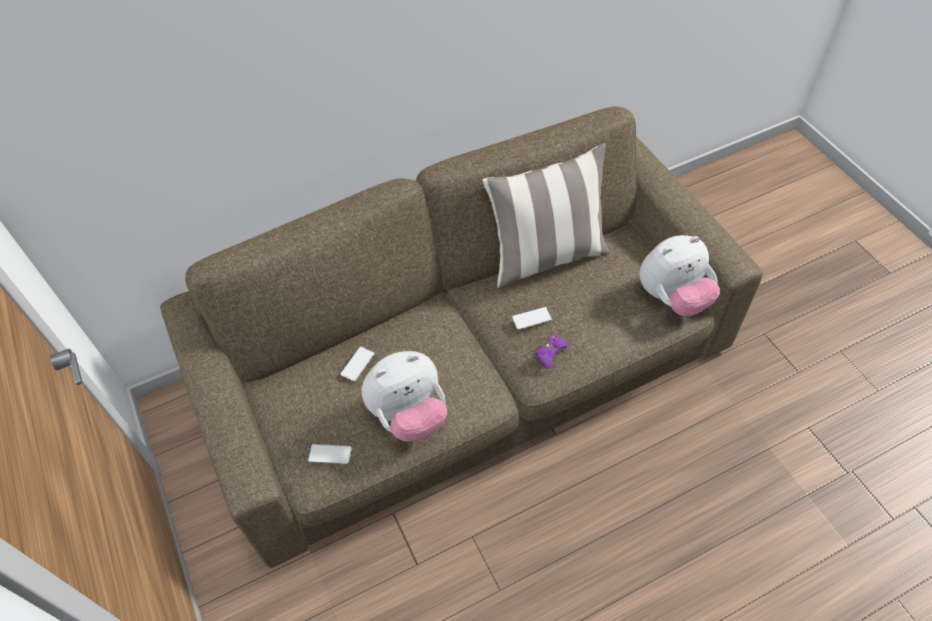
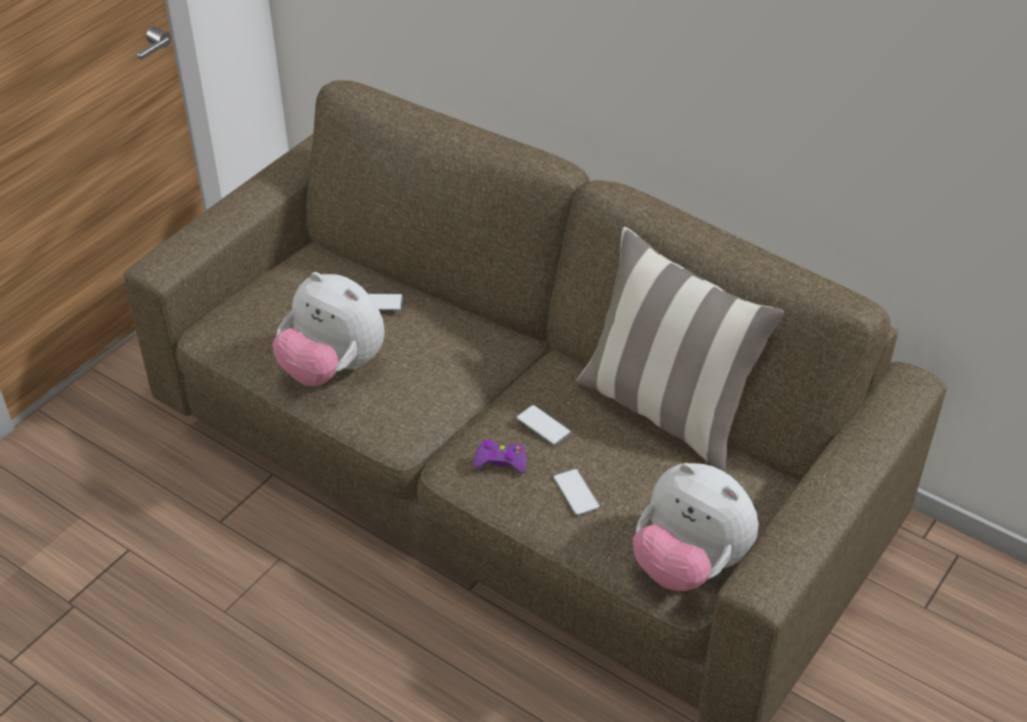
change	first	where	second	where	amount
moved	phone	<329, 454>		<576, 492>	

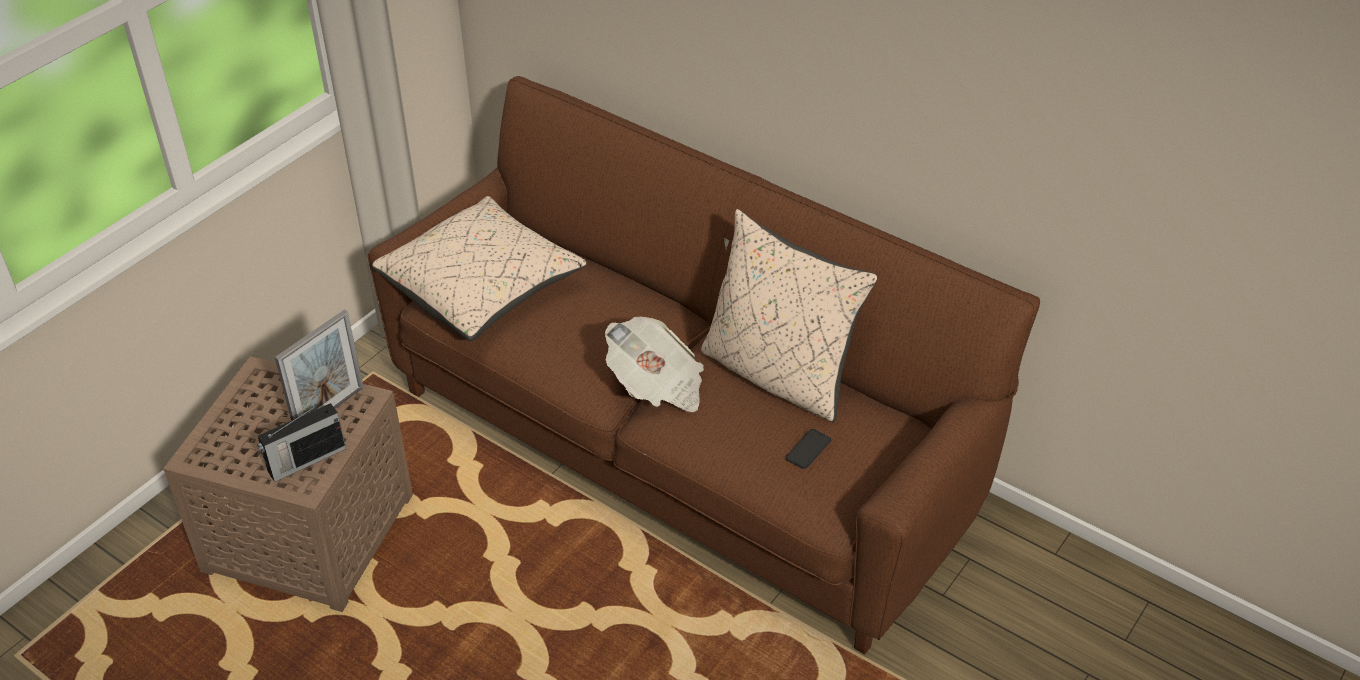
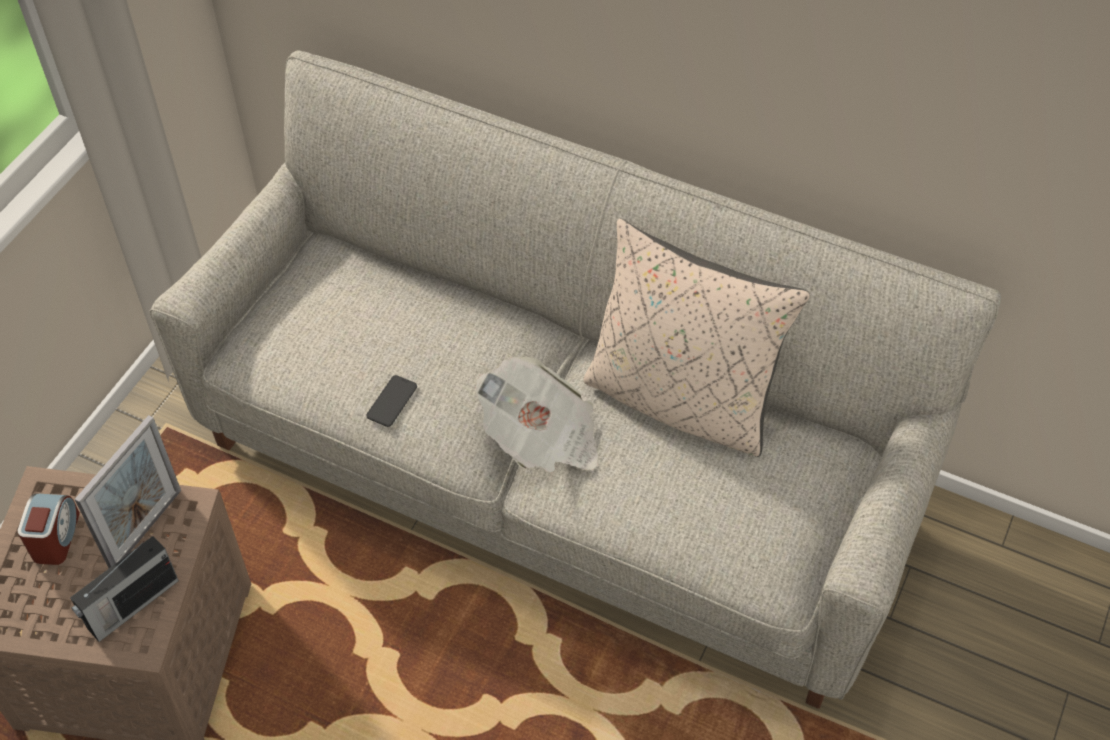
change	first	where	second	where	amount
added			alarm clock	<56, 538>	
recoloured	brown sofa	<680, 451>	grey sofa	<555, 477>	
moved	phone	<808, 449>		<392, 401>	
removed	beige pillow	<482, 288>			

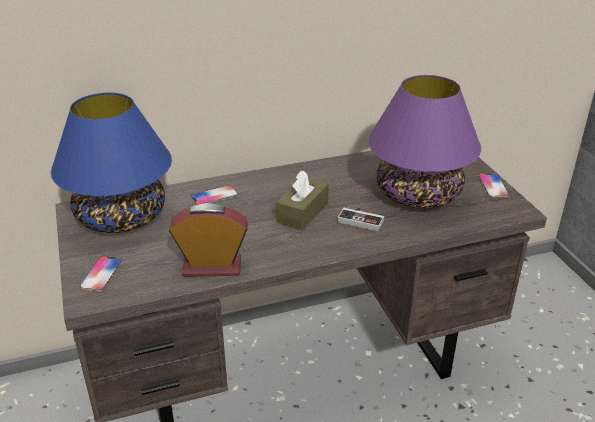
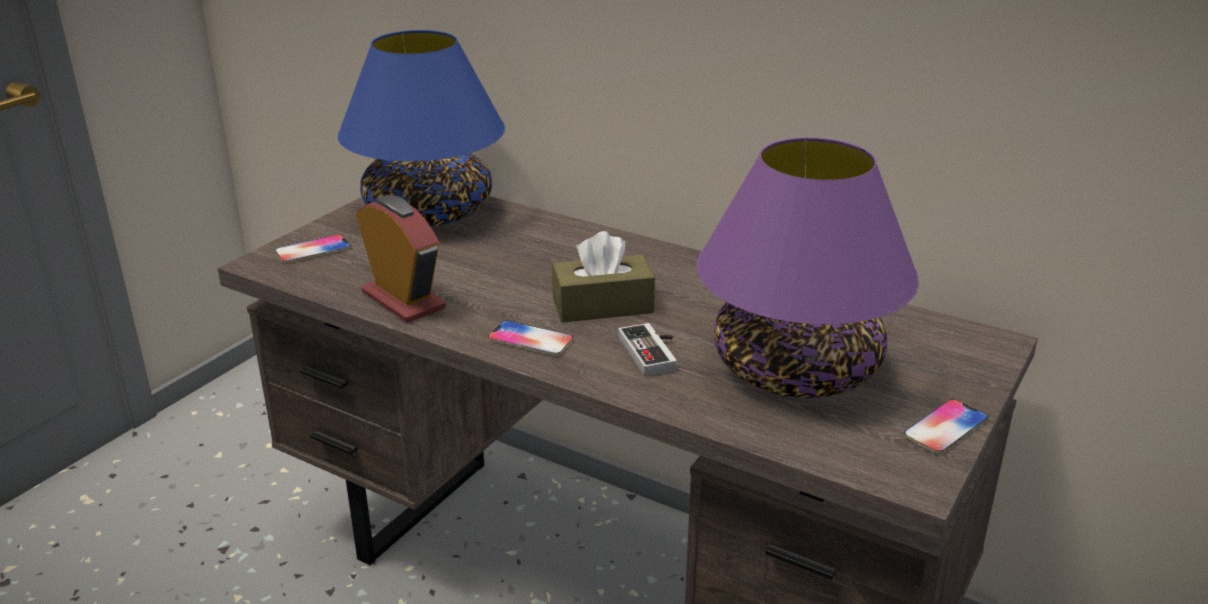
change	first	where	second	where	amount
moved	phone	<214, 196>		<530, 339>	

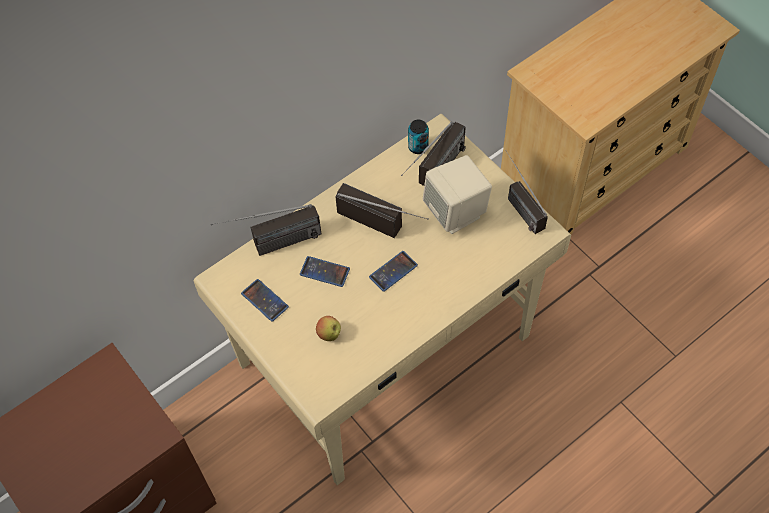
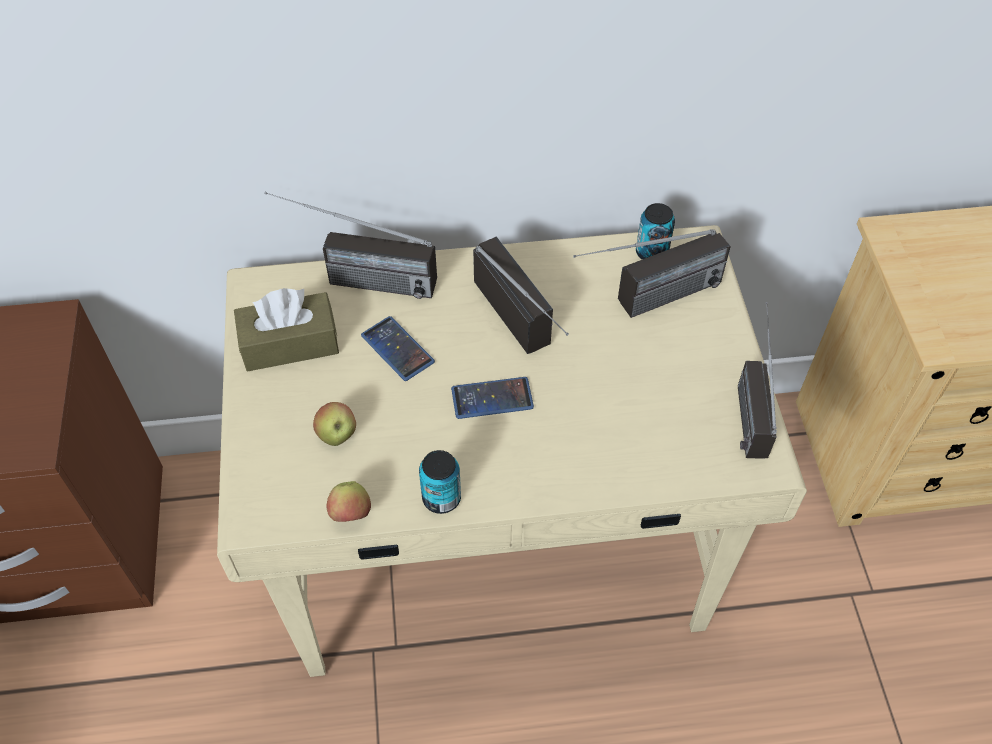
change	first	where	second	where	amount
replaced	phone	<264, 300>	brown tissue box	<290, 344>	
added			apple	<351, 514>	
added			can	<441, 498>	
removed	beige speaker	<456, 212>			

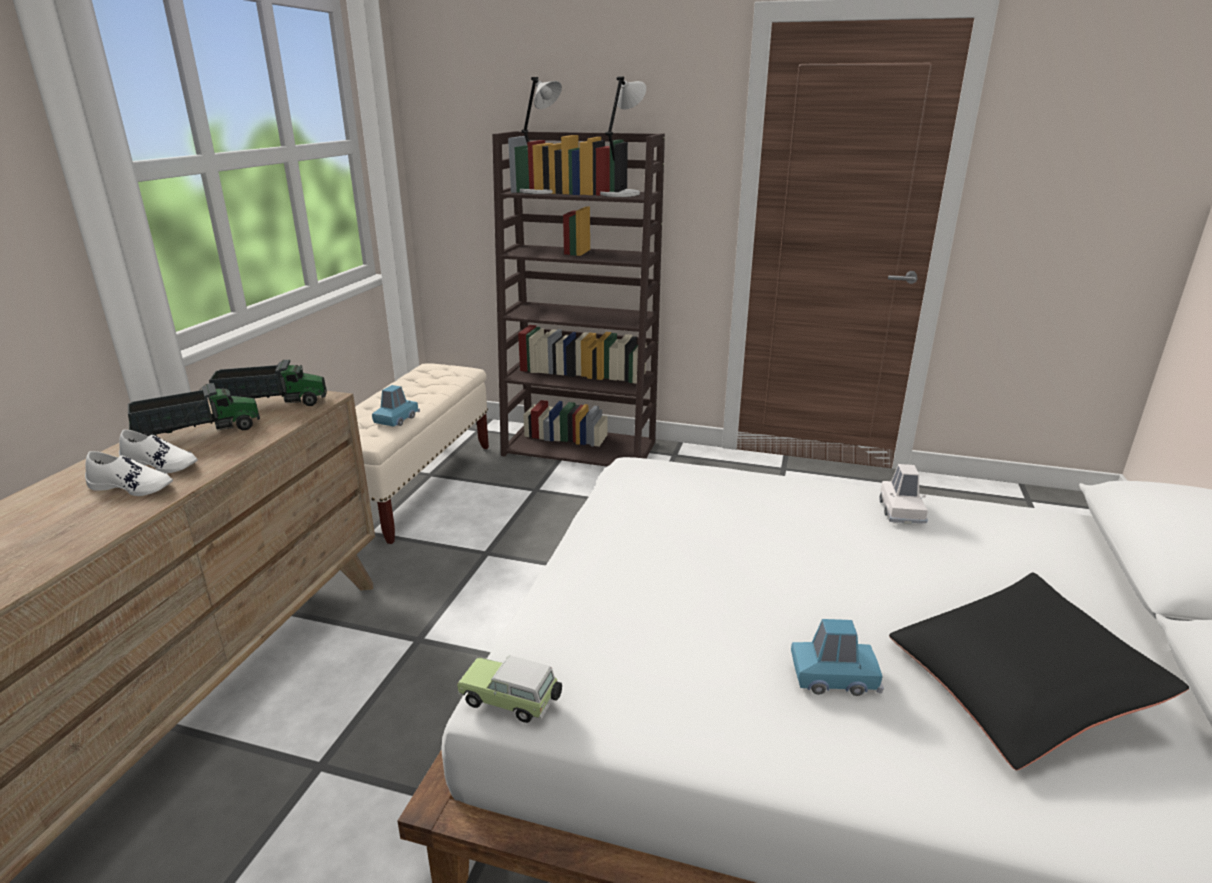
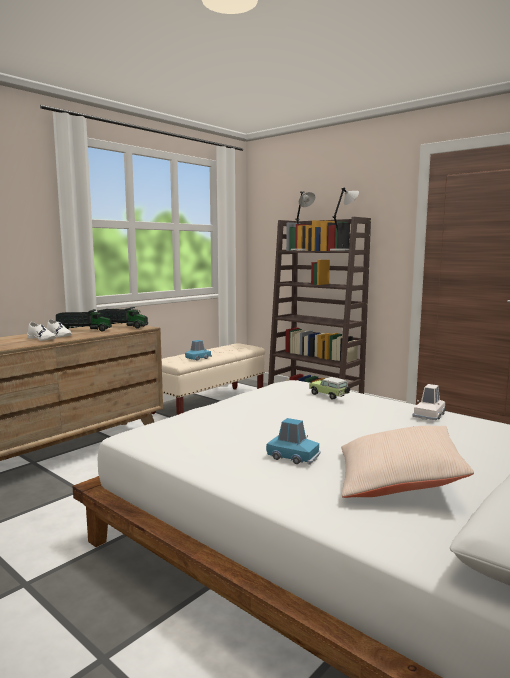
change	first	where	second	where	amount
moved	toy car	<512, 702>		<329, 395>	
recoloured	black pillow	<1016, 689>	beige pillow	<397, 481>	

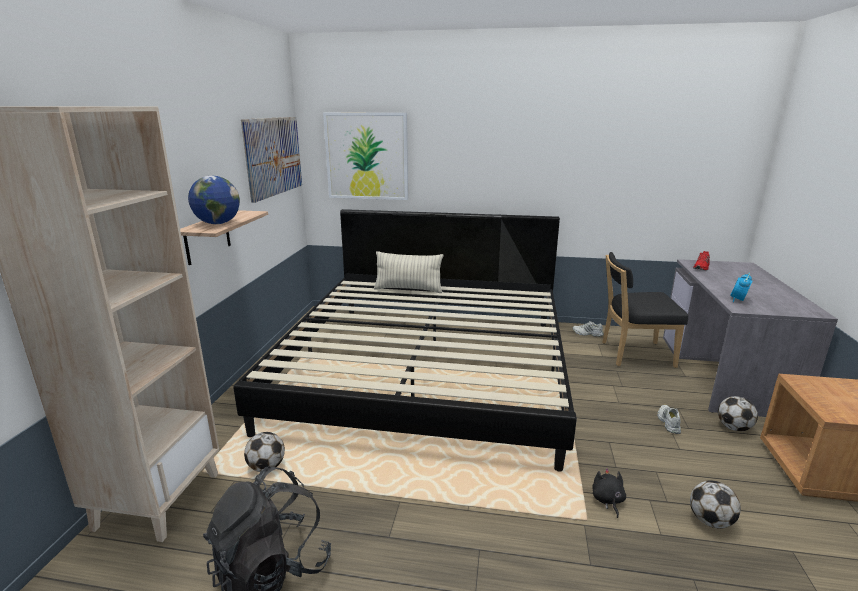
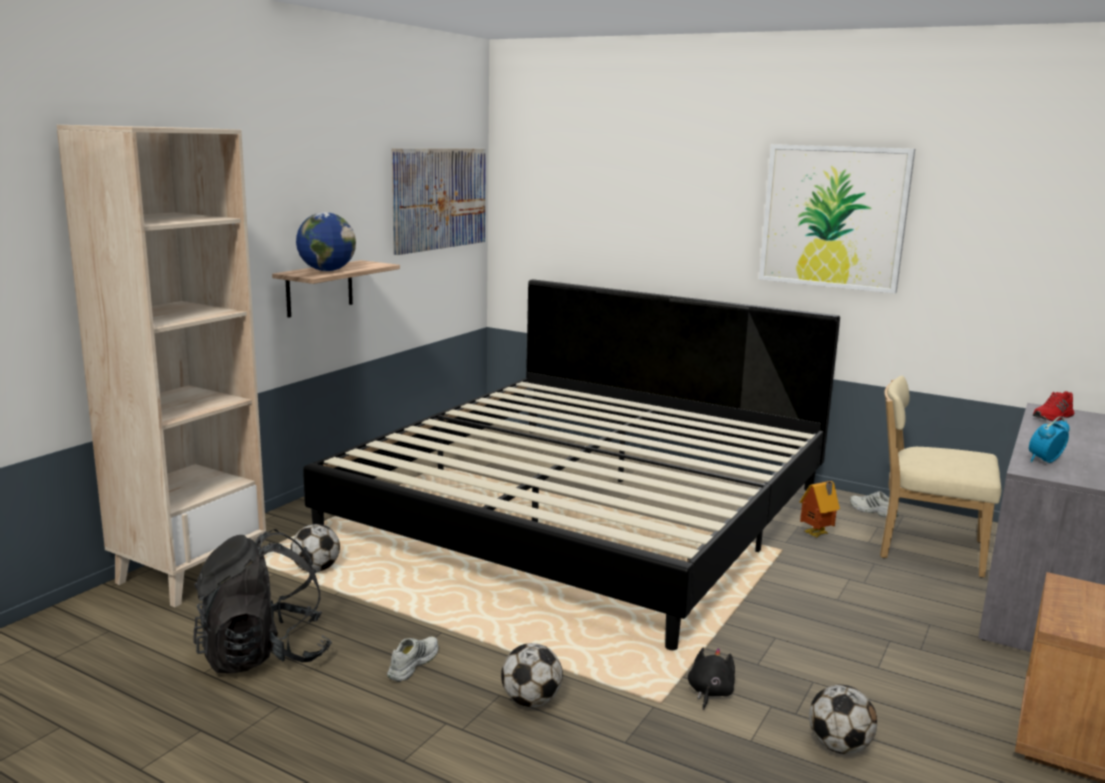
change	first	where	second	where	amount
moved	white shoe	<668, 422>		<412, 663>	
moved	football	<733, 428>		<531, 701>	
moved	picture	<367, 156>		<833, 217>	
added			toy house	<817, 535>	
recoloured	black chair	<633, 354>	beige chair	<925, 549>	
removed	pillow	<408, 289>			

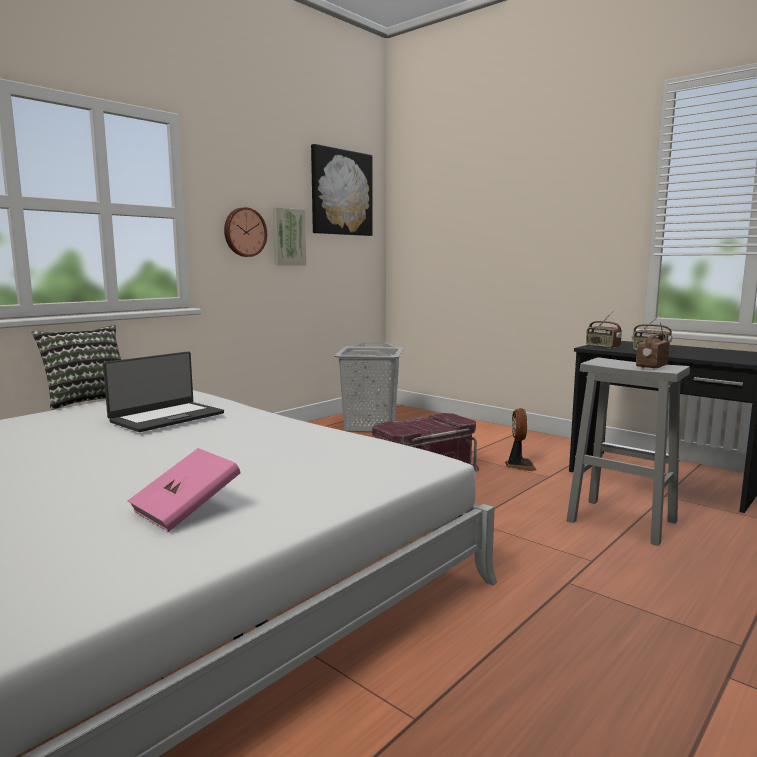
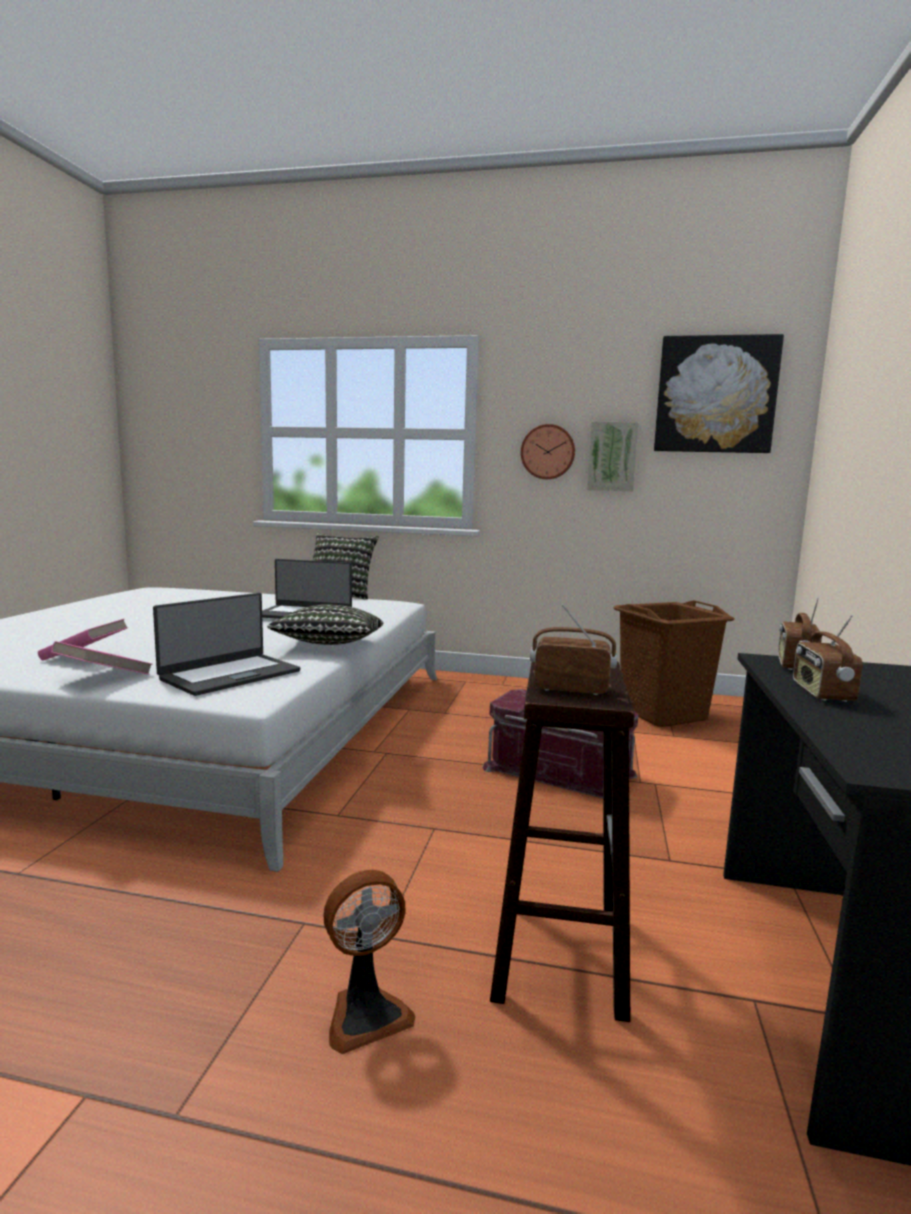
change	first	where	second	where	amount
added			pink book	<104, 677>	
added			laptop	<229, 675>	
added			pillow	<329, 645>	
moved	fan	<519, 465>		<366, 1014>	
recoloured	grey stool	<619, 521>	brown stool	<558, 950>	
recoloured	grey laundry basket	<370, 426>	brown laundry basket	<663, 714>	

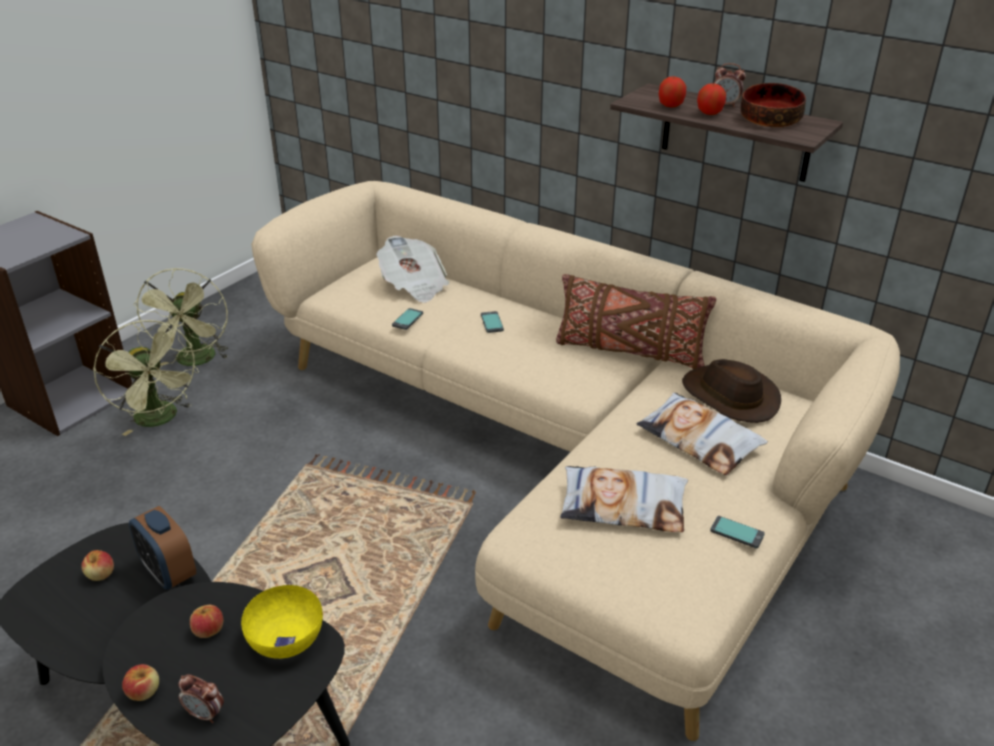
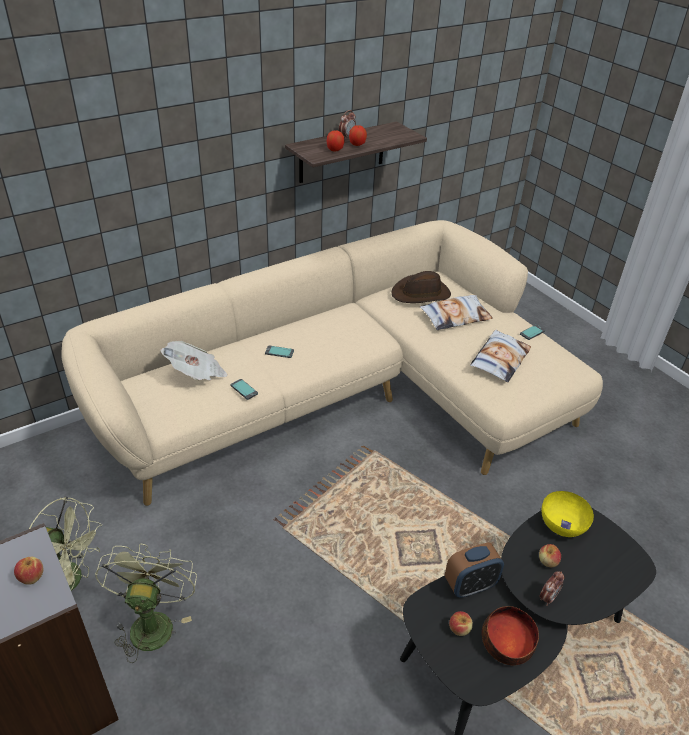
change	first	where	second	where	amount
moved	apple	<144, 691>		<31, 577>	
turned	green fan	<160, 419>		<152, 622>	75 degrees counterclockwise
moved	bowl	<769, 119>		<507, 642>	
moved	alarm clock	<205, 714>		<548, 597>	
removed	brown pillow	<629, 351>			

